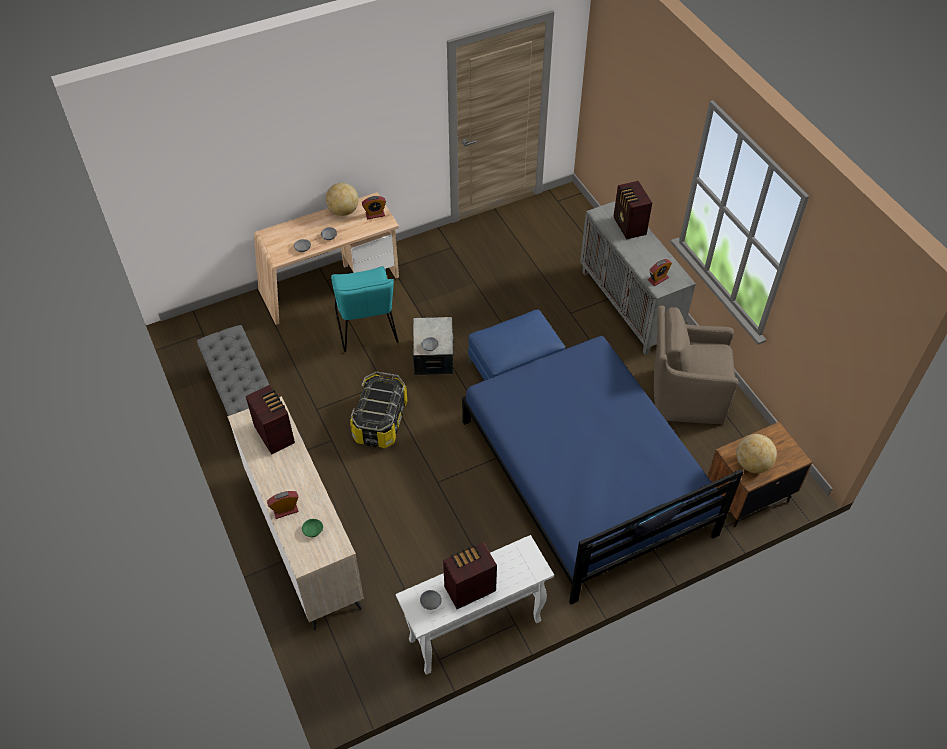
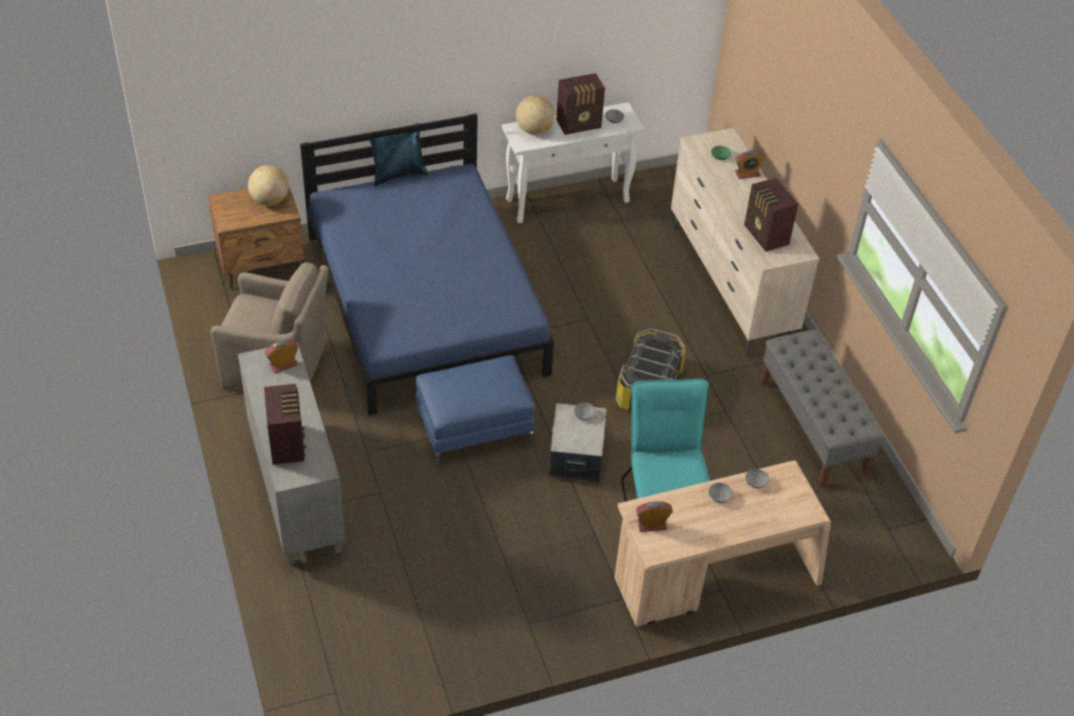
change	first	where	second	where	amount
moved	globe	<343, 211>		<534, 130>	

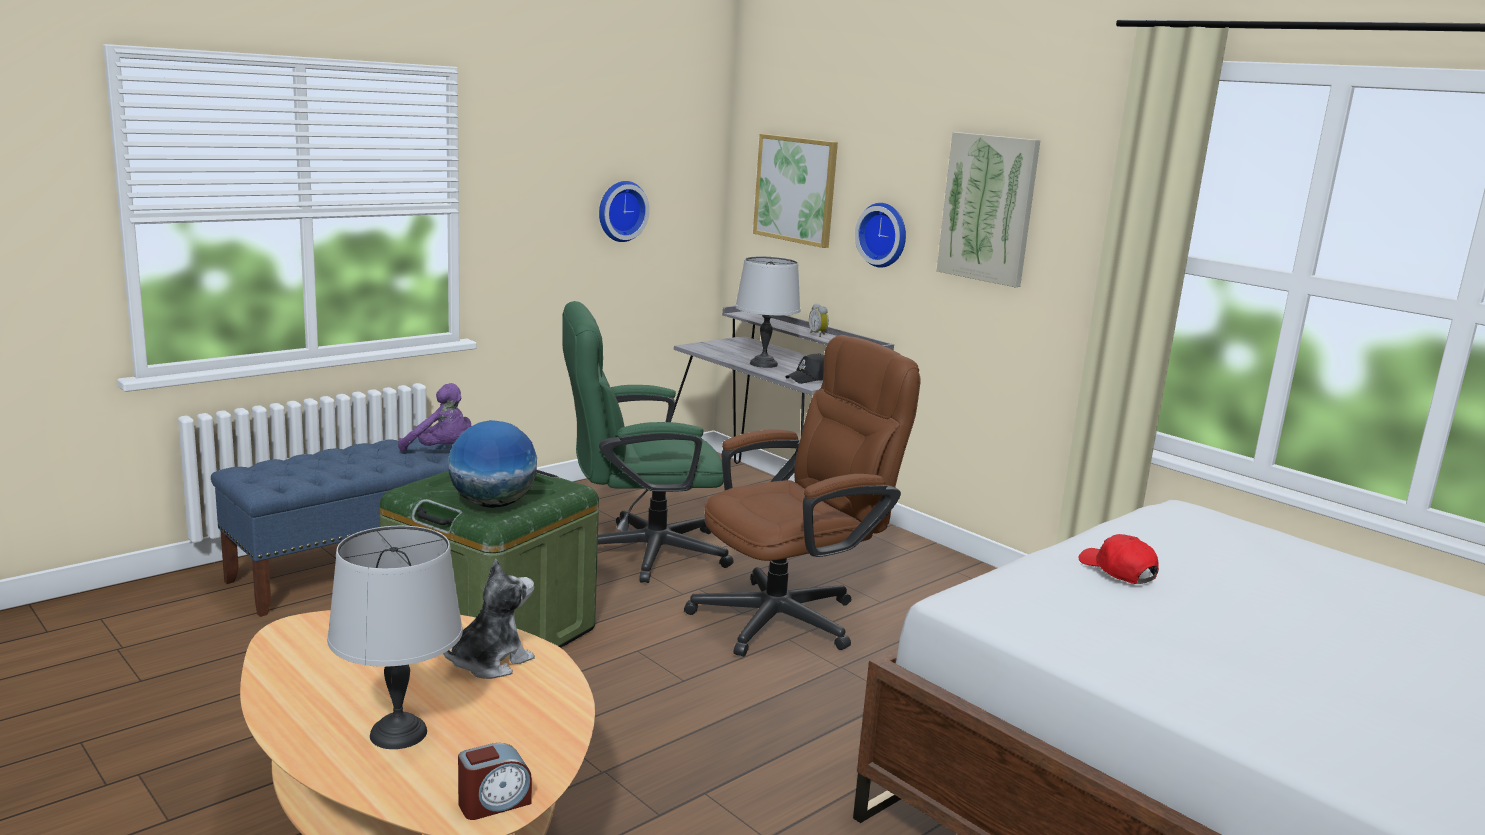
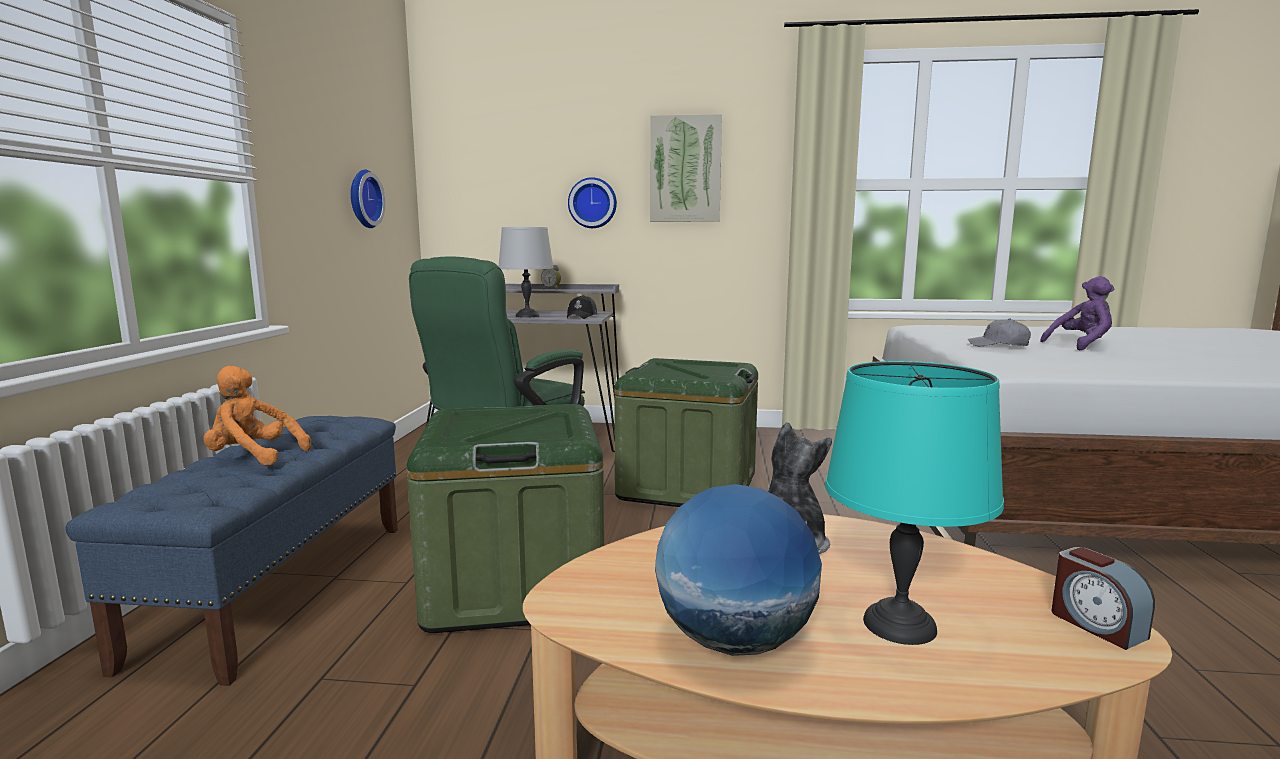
change	first	where	second	where	amount
added			orange plush toy	<253, 457>	
replaced	brown office chair	<791, 616>	green storage box	<688, 486>	
moved	globe	<493, 504>		<734, 641>	
recoloured	grey table lamp	<397, 734>	turquoise table lamp	<899, 625>	
recoloured	red cap	<1117, 570>	grey cap	<998, 345>	
moved	purple plush toy	<441, 450>		<1081, 345>	
turned	alarm clock	<494, 803>		<1096, 625>	135 degrees clockwise
removed	picture	<796, 189>			

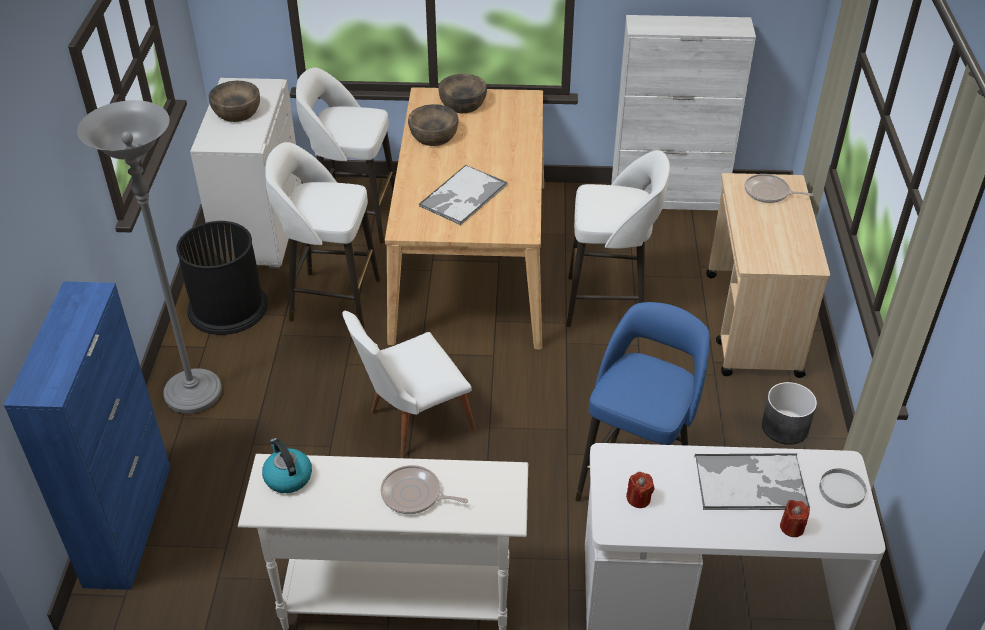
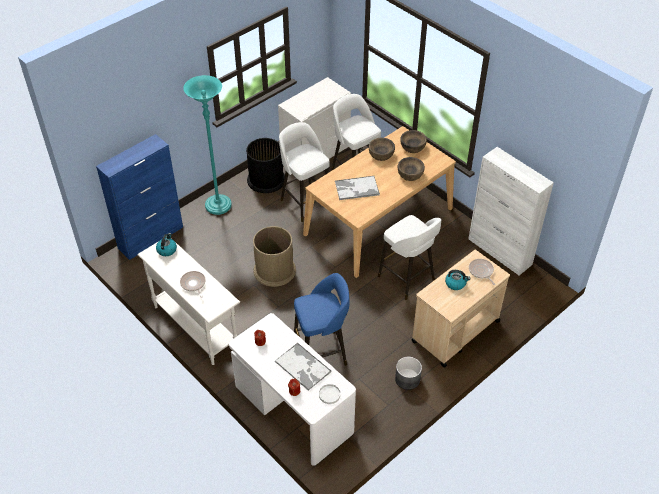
change	first	where	second	where	amount
recoloured	grey floor lamp	<193, 394>	turquoise floor lamp	<218, 206>	
replaced	white chair	<411, 422>	brown trash can	<274, 270>	
moved	brown bowl	<237, 112>		<410, 174>	
added			kettle	<455, 283>	

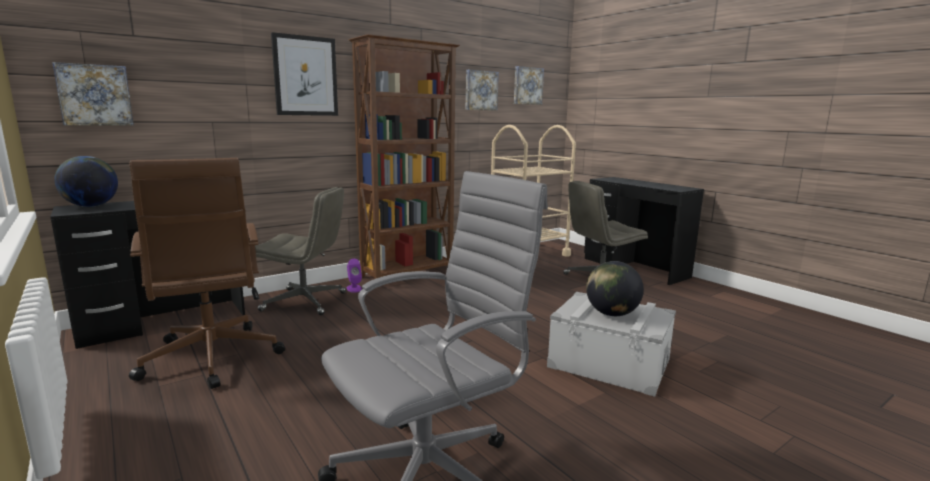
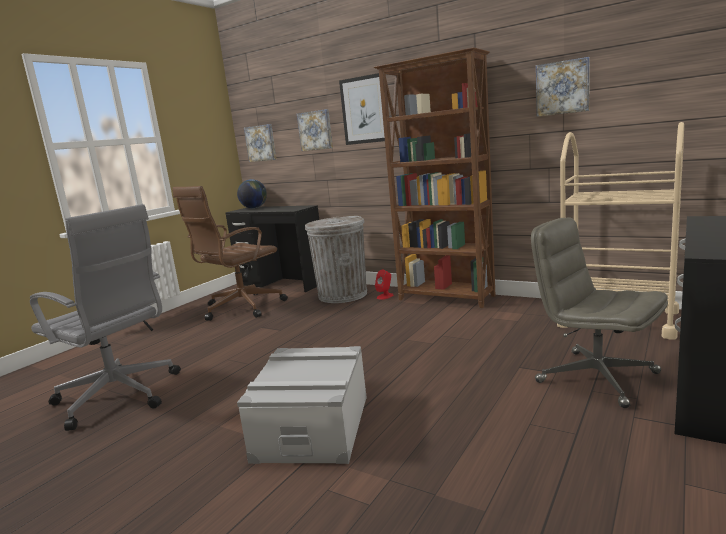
change	first	where	second	where	amount
moved	picture	<527, 86>		<315, 130>	
replaced	grey office chair	<305, 302>	grey trash can	<342, 295>	
recoloured	purple speaker	<354, 288>	red speaker	<385, 296>	
removed	globe	<612, 314>			

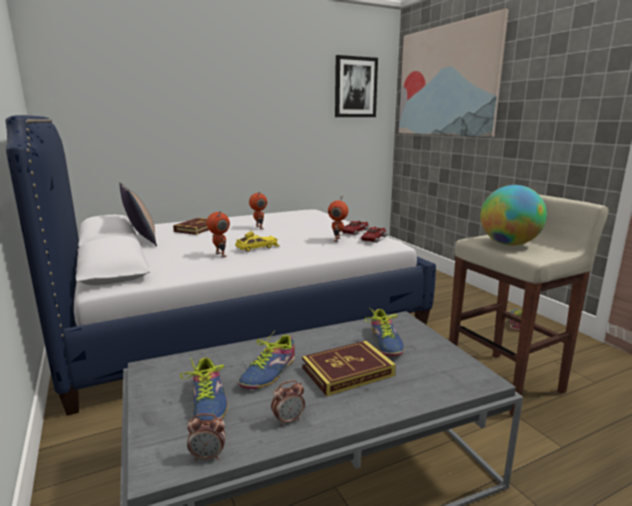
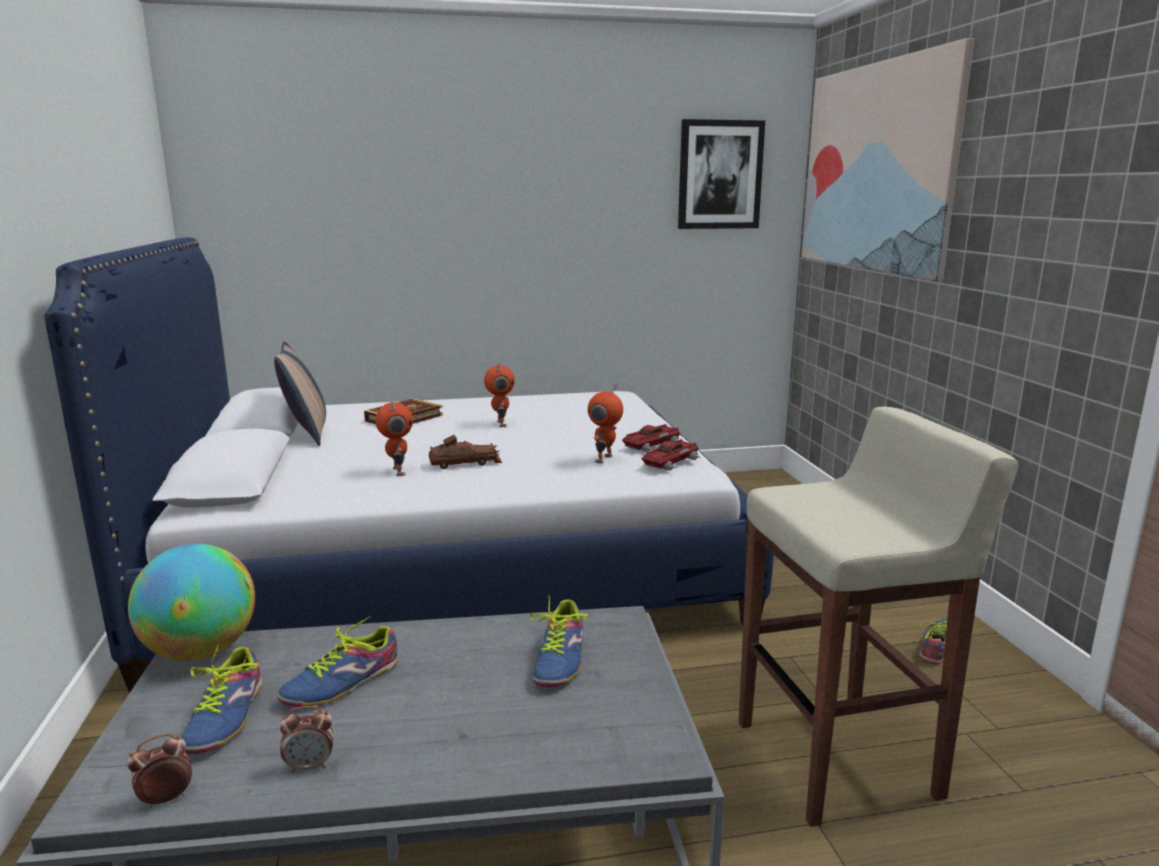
change	first	where	second	where	amount
turned	alarm clock	<208, 456>		<166, 799>	135 degrees clockwise
moved	globe	<509, 244>		<201, 651>	
recoloured	yellow toy car	<258, 247>	brown toy car	<465, 463>	
removed	book	<347, 371>			

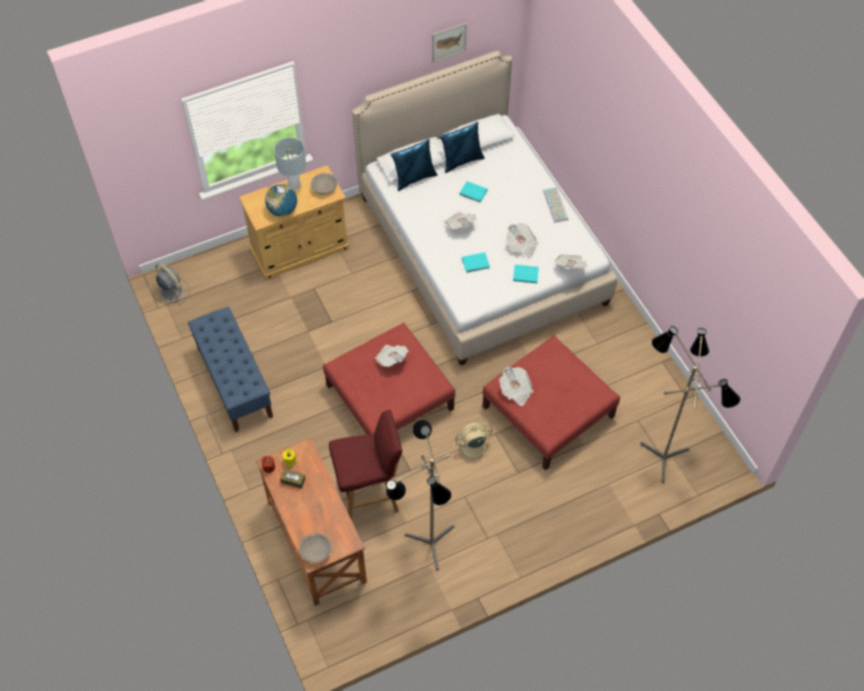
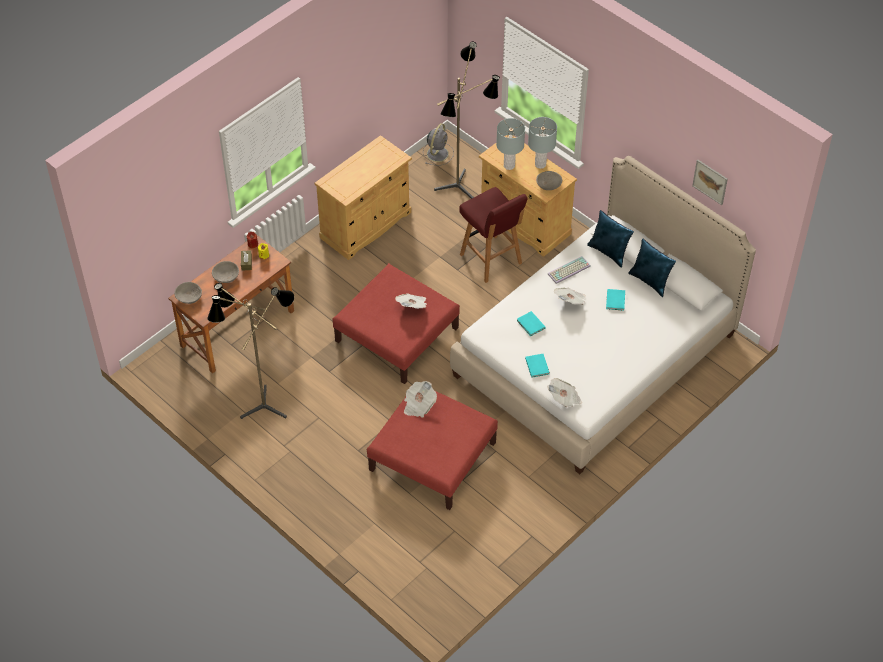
change	first	where	second	where	amount
added			grey bowl	<226, 276>	
replaced	blue bench	<234, 382>	beige cabinet	<366, 225>	
moved	floor lamp	<666, 454>		<462, 187>	
moved	red stool	<369, 495>		<491, 260>	
replaced	globe	<282, 210>	grey table lamp	<509, 165>	
moved	keyboard	<556, 205>		<569, 271>	
removed	beige fan	<472, 447>			
removed	newspaper	<521, 246>			

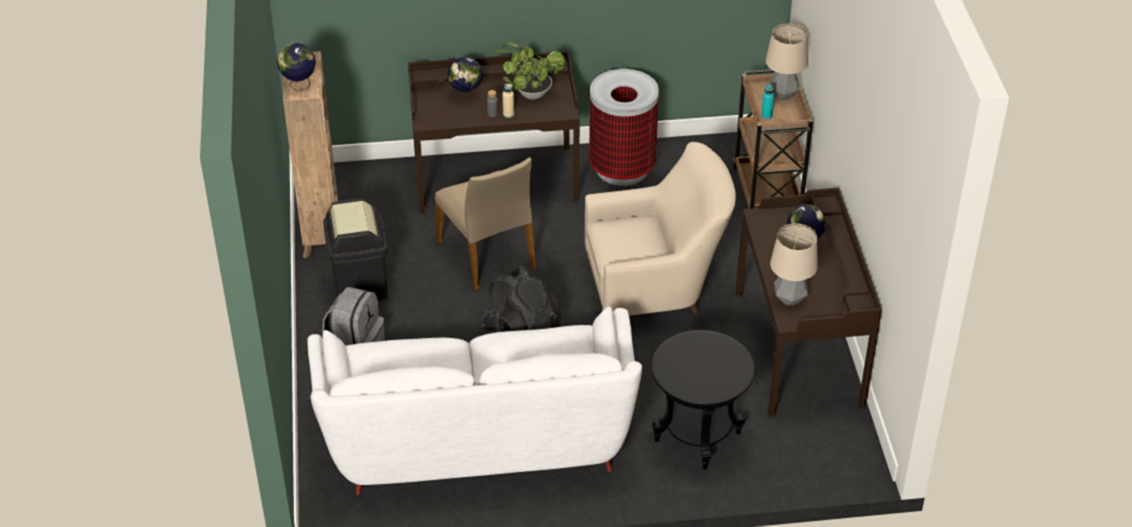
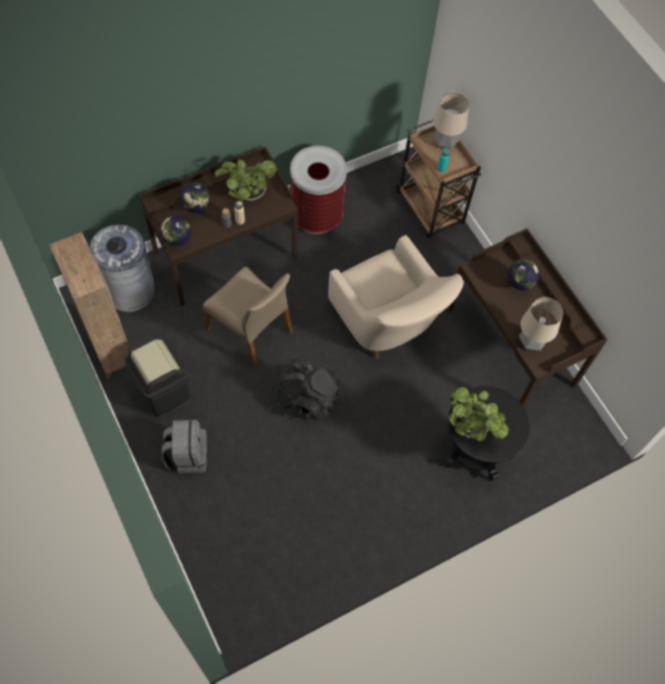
change	first	where	second	where	amount
added			grey trash can	<130, 290>	
moved	globe	<299, 86>		<178, 243>	
turned	beige armchair	<656, 289>		<388, 324>	90 degrees clockwise
added			potted plant	<472, 428>	
removed	white sofa	<477, 433>			

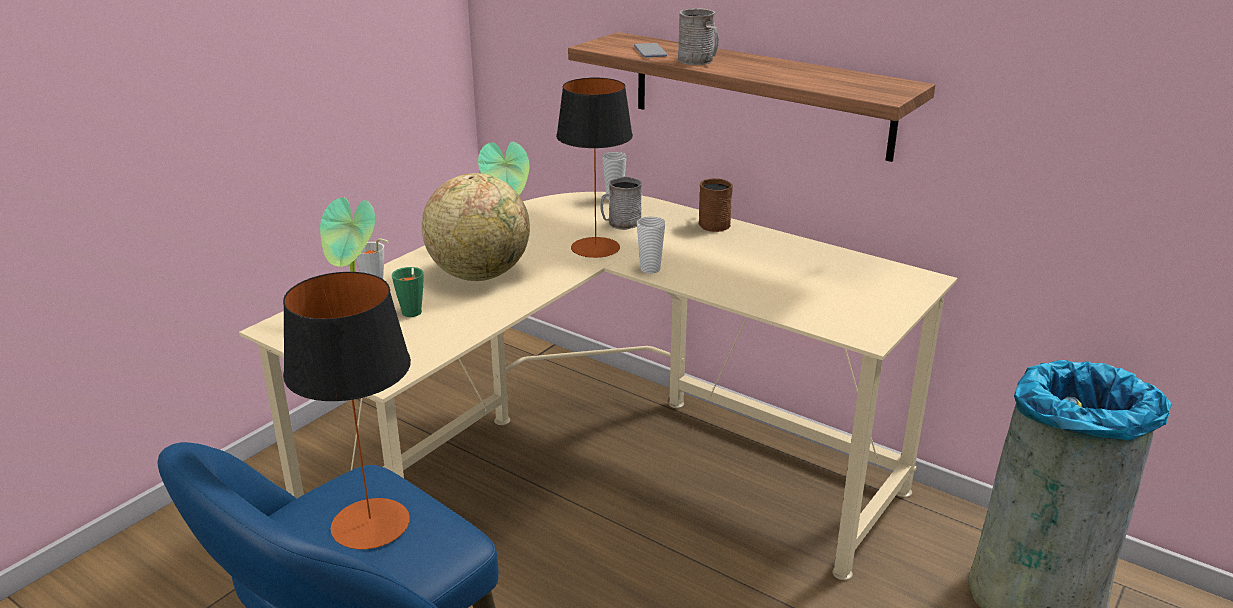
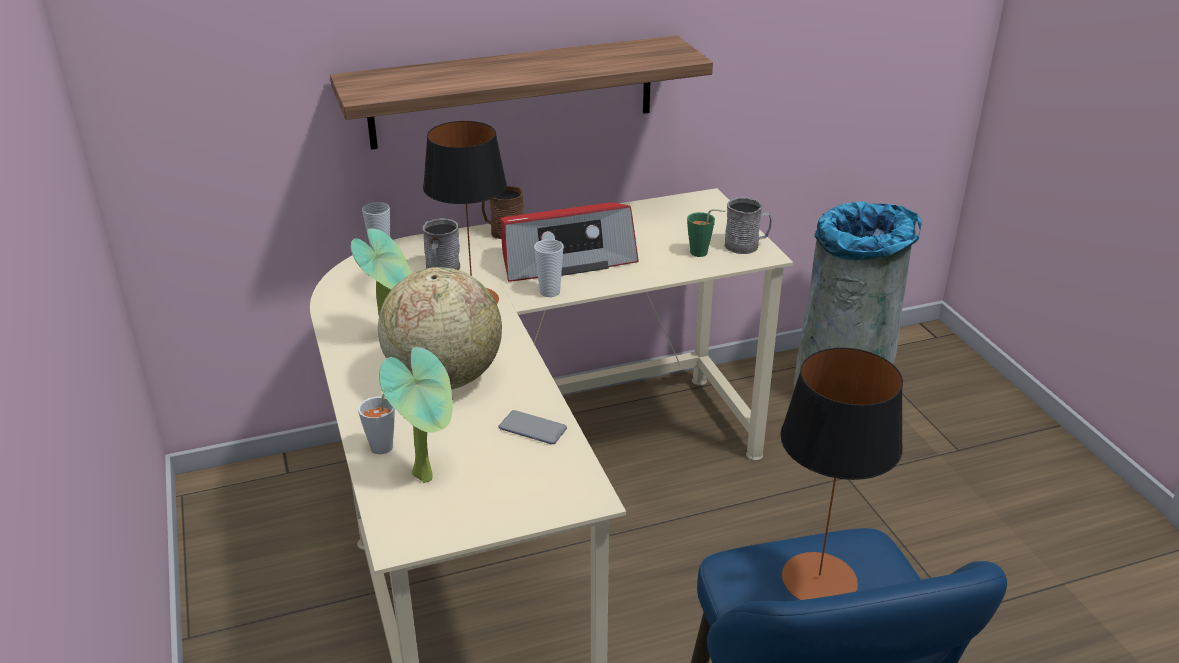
change	first	where	second	where	amount
moved	phone	<650, 51>		<532, 428>	
added			radio	<566, 258>	
moved	green cup	<411, 314>		<703, 253>	
moved	grey mug	<699, 61>		<746, 245>	

